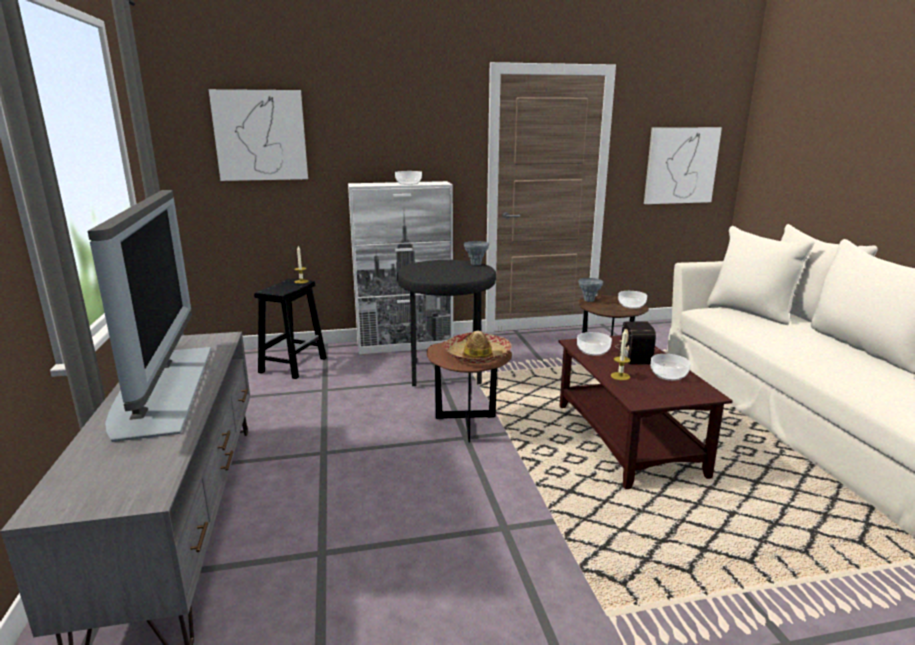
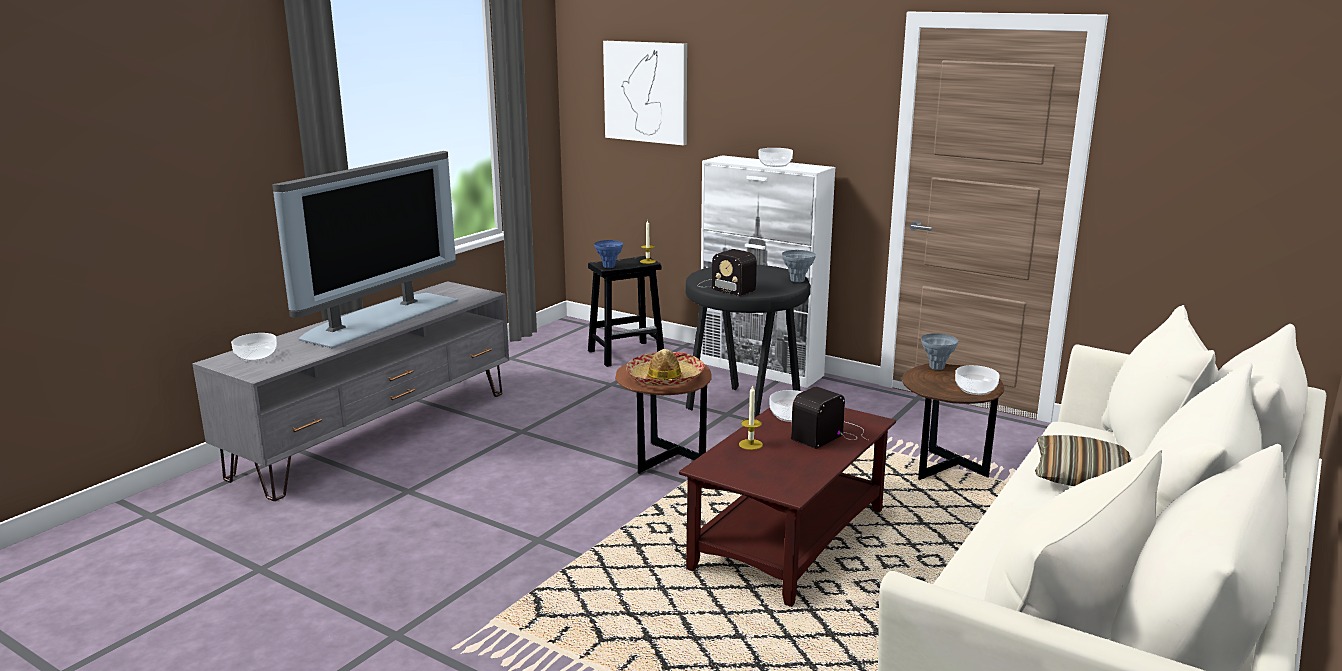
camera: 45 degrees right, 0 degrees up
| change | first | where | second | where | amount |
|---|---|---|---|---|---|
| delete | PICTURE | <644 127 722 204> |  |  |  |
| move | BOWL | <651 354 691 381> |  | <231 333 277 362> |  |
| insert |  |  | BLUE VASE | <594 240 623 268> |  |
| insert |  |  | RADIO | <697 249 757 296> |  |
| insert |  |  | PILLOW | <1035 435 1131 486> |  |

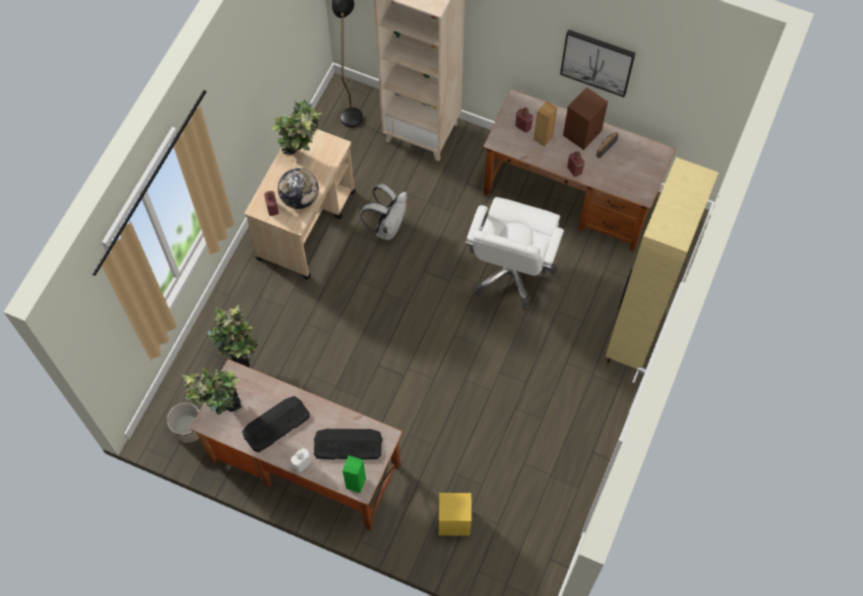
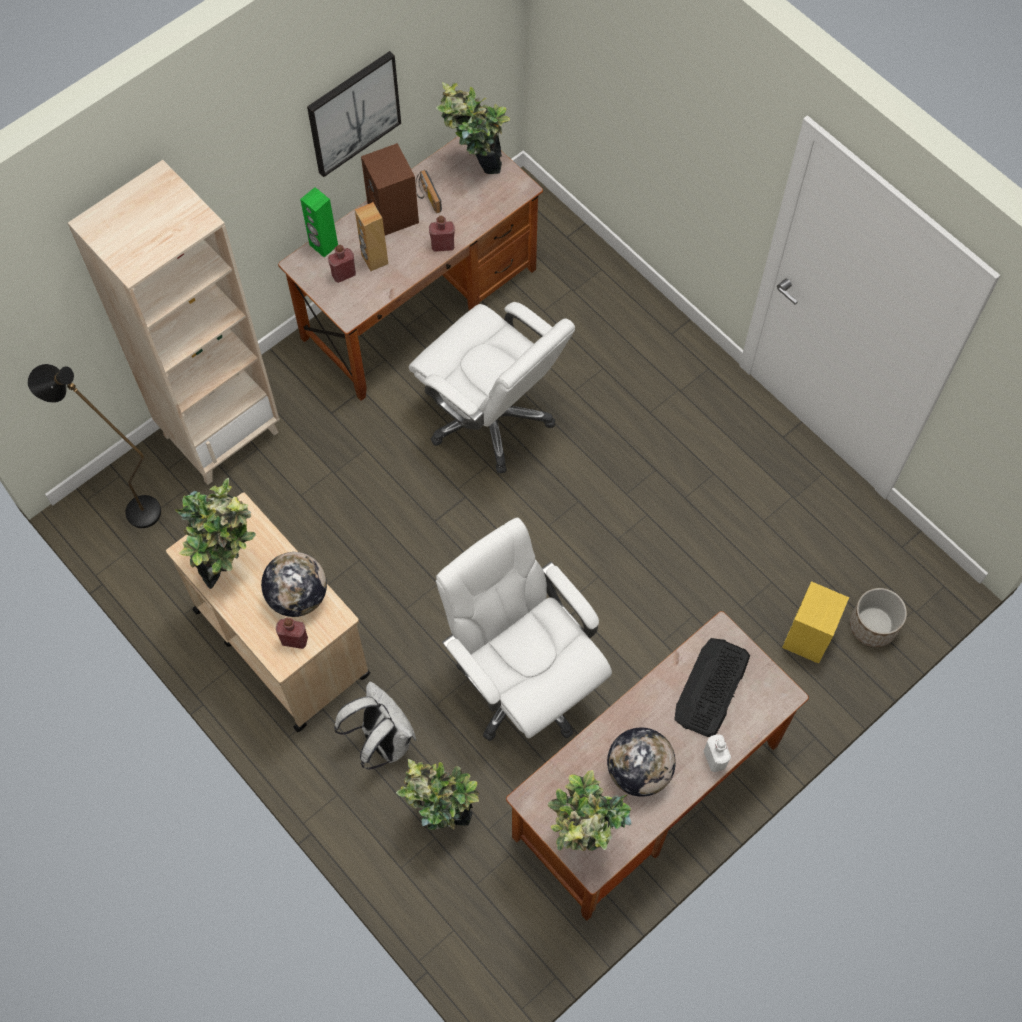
camera: 65 degrees left, 0 degrees up
| change | first | where | second | where | amount |
|---|---|---|---|---|---|
| move | PLANTER | <167 403 199 443> |  | <850 588 907 647> |  |
| replace | KEYBOARD | <242 396 310 453> | GLOBE | <607 727 676 797> |  |
| move | GREEN SPEAKER | <343 455 366 493> |  | <300 187 338 257> |  |
| move | WHITE BACKPACK | <360 183 407 240> |  | <334 681 416 770> |  |
| delete | BEIGE CABINET | <605 157 719 374> |  |  |  |
| insert |  |  | POTTED PLANT | <436 82 510 174> |  |
| insert |  |  | WHITE OFFICE CHAIR | <436 517 612 741> |  |

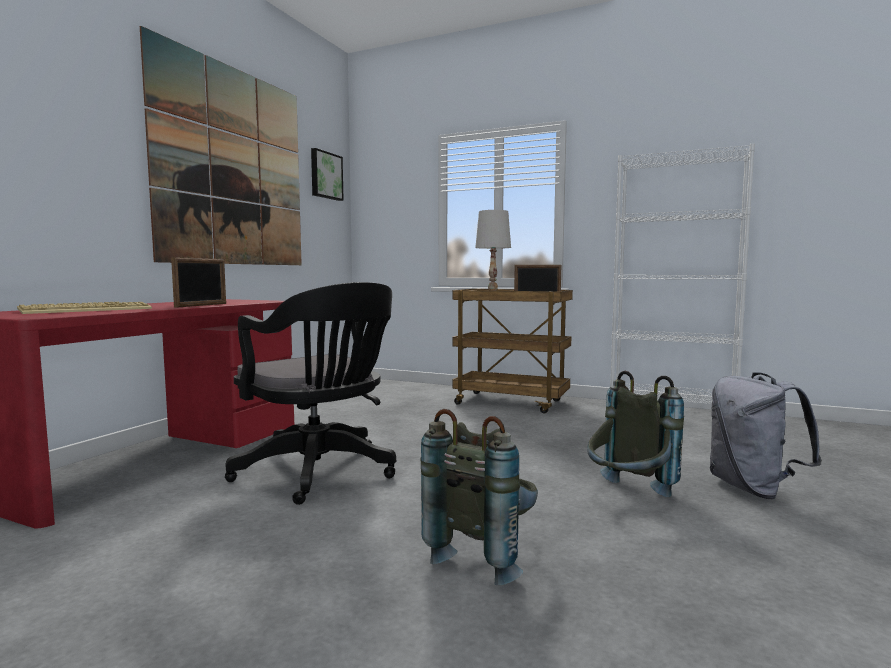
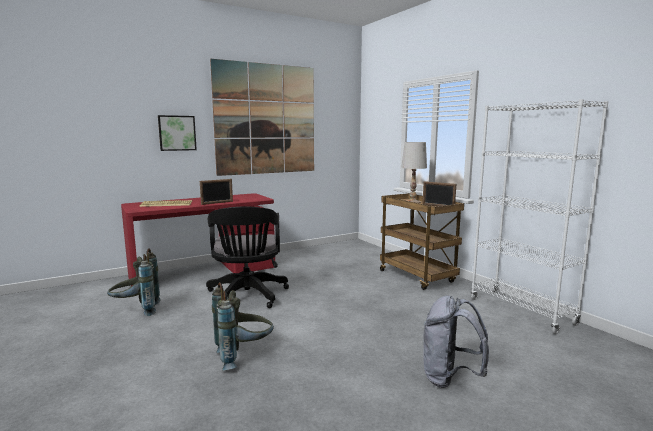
camera: 35 degrees right, 5 degrees up
| change | first | where | second | where | amount |
|---|---|---|---|---|---|
| move | PICTURE | <311 148 344 201> |  | <158 115 197 151> |  |
| move | GREY BACKPACK | <587 371 684 497> |  | <107 248 161 316> |  |

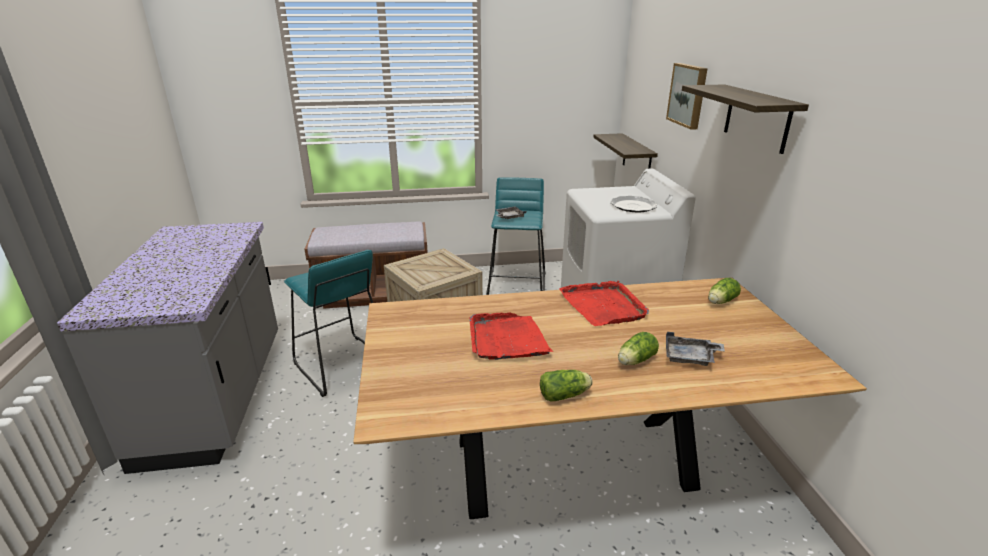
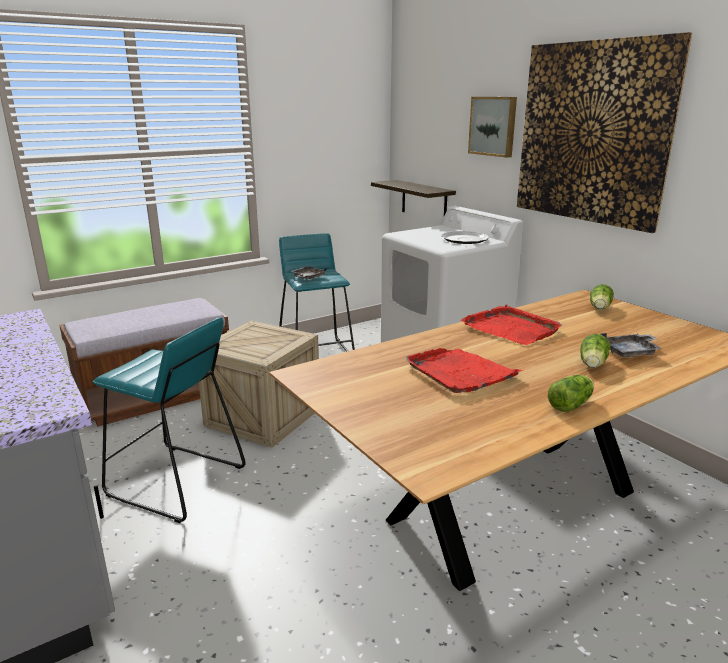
camera: 25 degrees left, 5 degrees down
| change | first | where | second | where | amount |
|---|---|---|---|---|---|
| replace | SHELF | <682 84 809 154> | PICTURE | <517 32 692 233> |  |

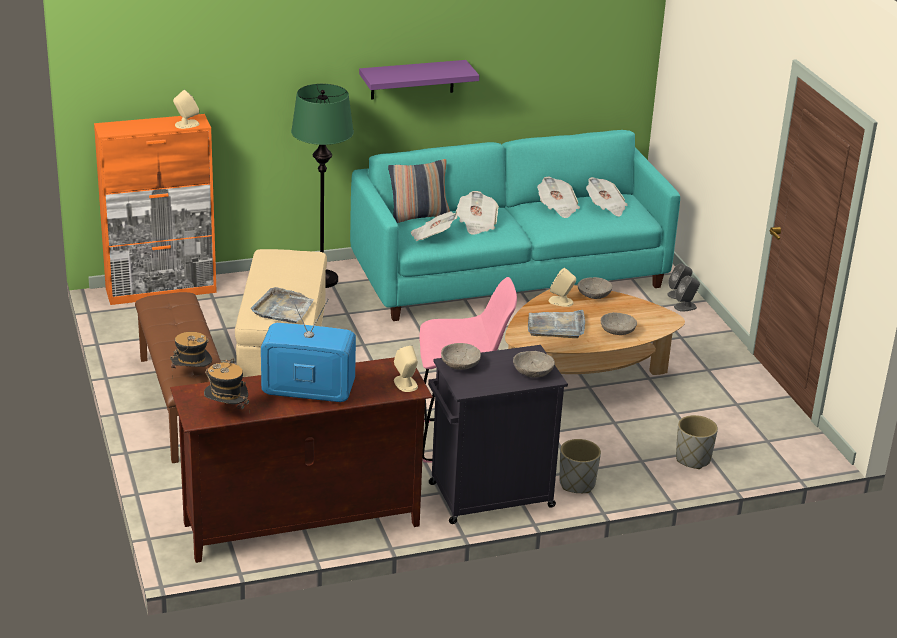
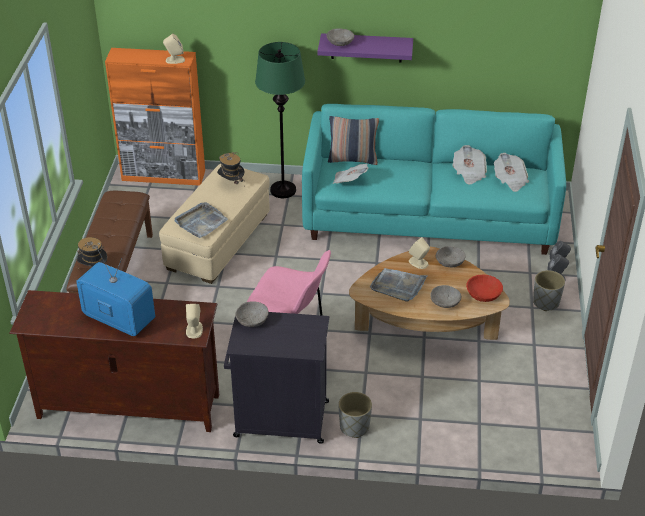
camera: 25 degrees right, 10 degrees up
| change | first | where | second | where | amount |
|---|---|---|---|---|---|
| move | HAT | <204 359 250 412> |  | <217 152 244 184> |  |
| delete | NEWSPAPER | <456 191 499 234> |  |  |  |
| move | GREY BOWL | <513 351 555 378> |  | <327 28 354 46> |  |
| move | GREY PLANTER | <676 415 718 469> |  | <533 270 565 311> |  |
| insert |  |  | RED BOWL | <466 274 503 302> |  |

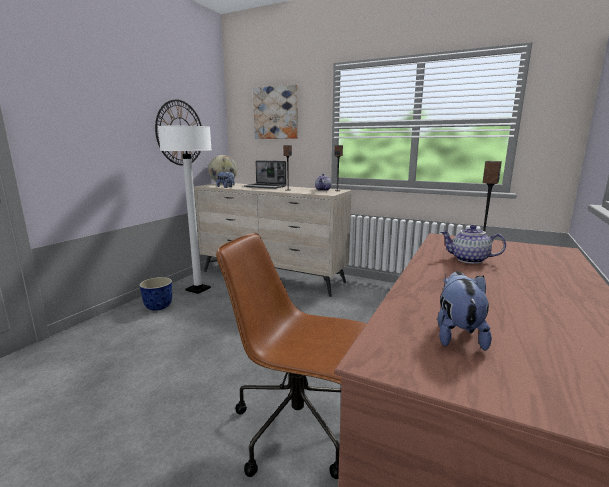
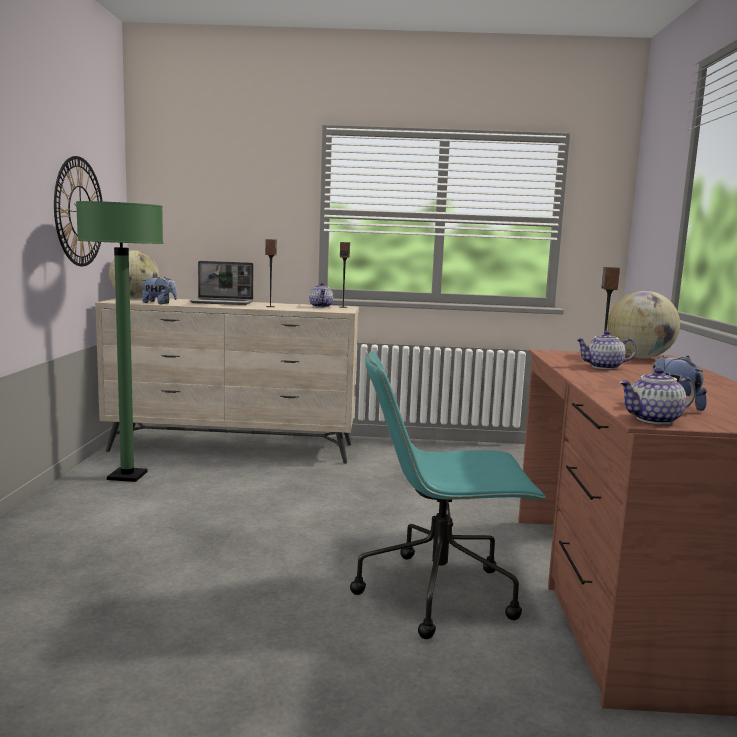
camera: 25 degrees left, 5 degrees down
| change | first | where | second | where | amount |
|---|---|---|---|---|---|
| delete | PLANTER | <139 277 172 311> |  |  |  |
| recolor | WHITE FLOOR LAMP | <158 126 212 294> | GREEN FLOOR LAMP | <76 201 163 482> |  |
| recolor | BROWN OFFICE CHAIR | <216 233 367 479> | TURQUOISE OFFICE CHAIR | <350 351 546 639> |  |
| delete | PICTURE | <253 84 298 139> |  |  |  |
| insert |  |  | GLOBE | <608 291 680 358> |  |
| insert |  |  | TEAPOT | <619 368 696 424> |  |

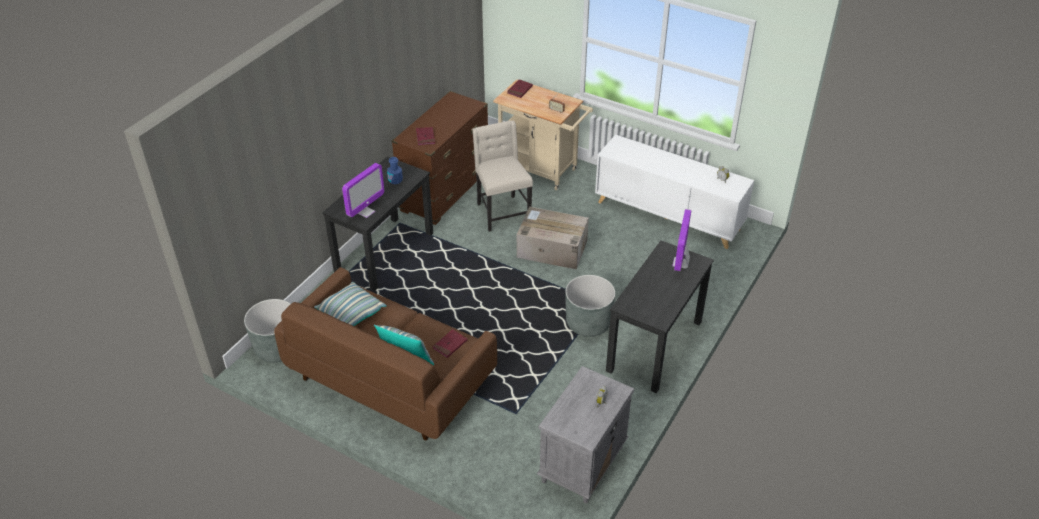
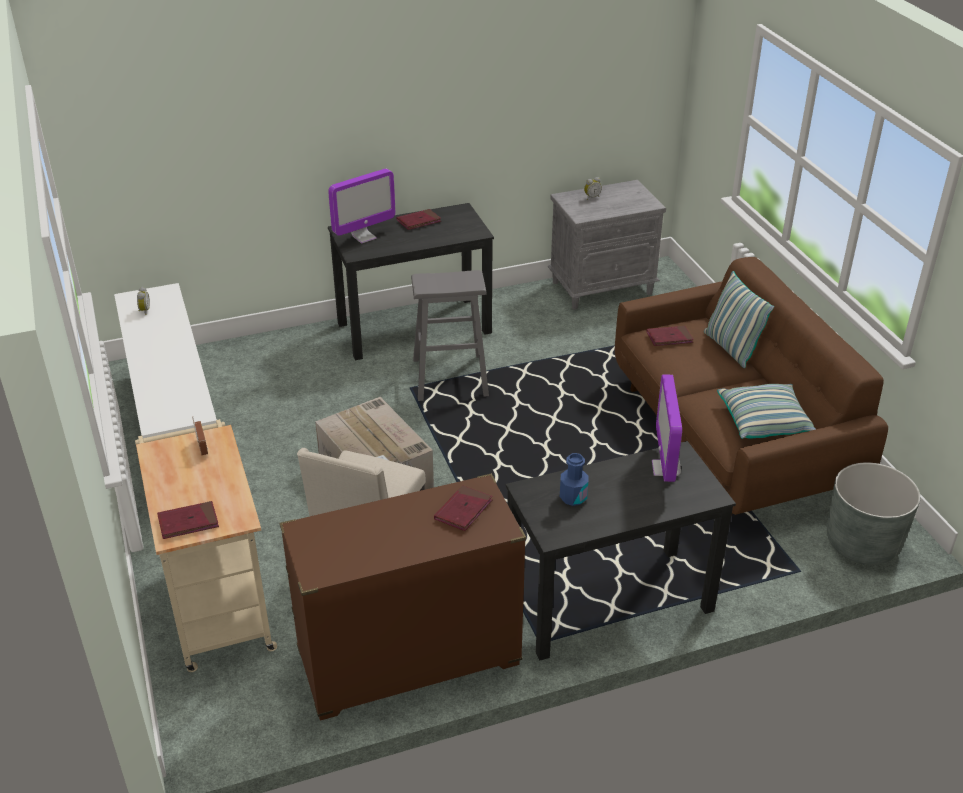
camera: 140 degrees left, 5 degrees down
| change | first | where | second | where | amount |
|---|---|---|---|---|---|
| rotate | MONITOR | <342 163 384 218> |  | <652 375 682 482> | 75 degrees counterclockwise |
| replace | GREY PLANTER | <565 275 615 337> | GREY STOOL | <411 270 489 401> |  |
| insert |  |  | RED BOOK | <397 209 441 230> |  |

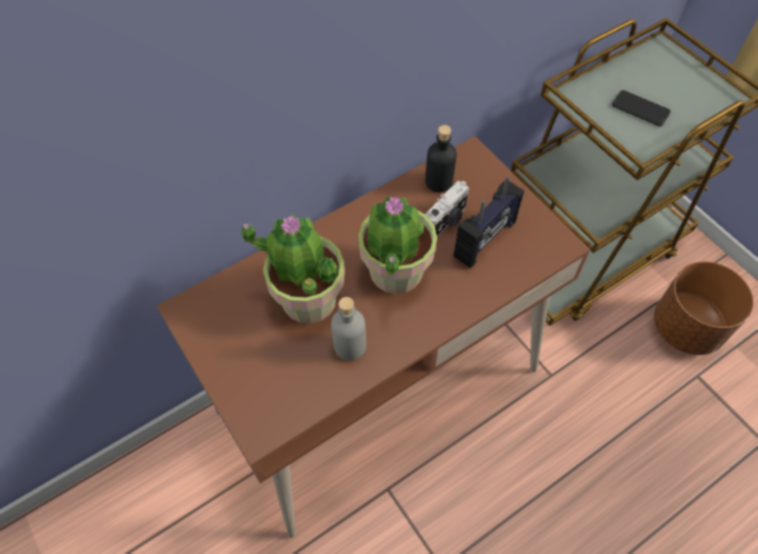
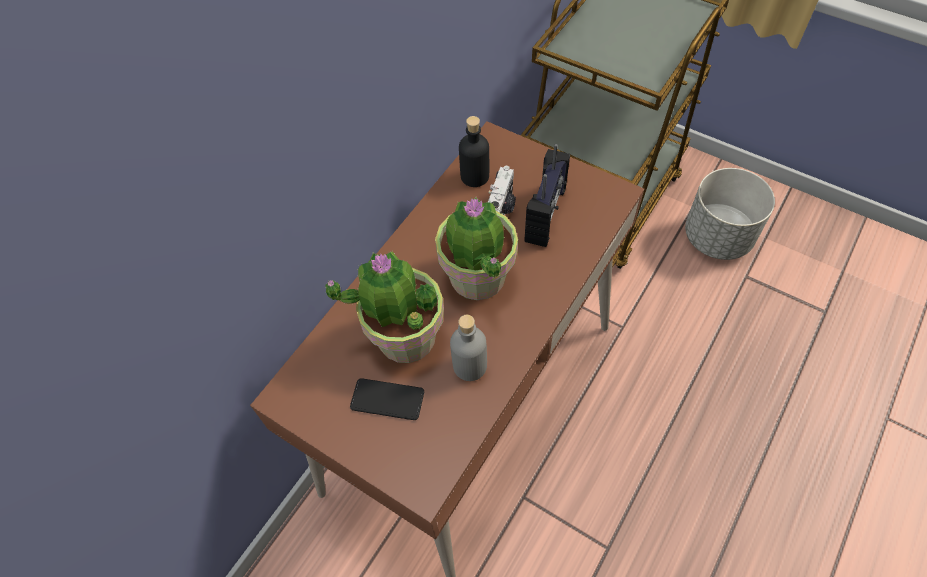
camera: 20 degrees left, 0 degrees up
| change | first | where | second | where | amount |
|---|---|---|---|---|---|
| move | PHONE | <612 90 671 126> |  | <350 378 424 420> |  |
| recolor | BROWN PLANTER | <654 262 754 355> | GREY PLANTER | <685 168 775 260> |  |

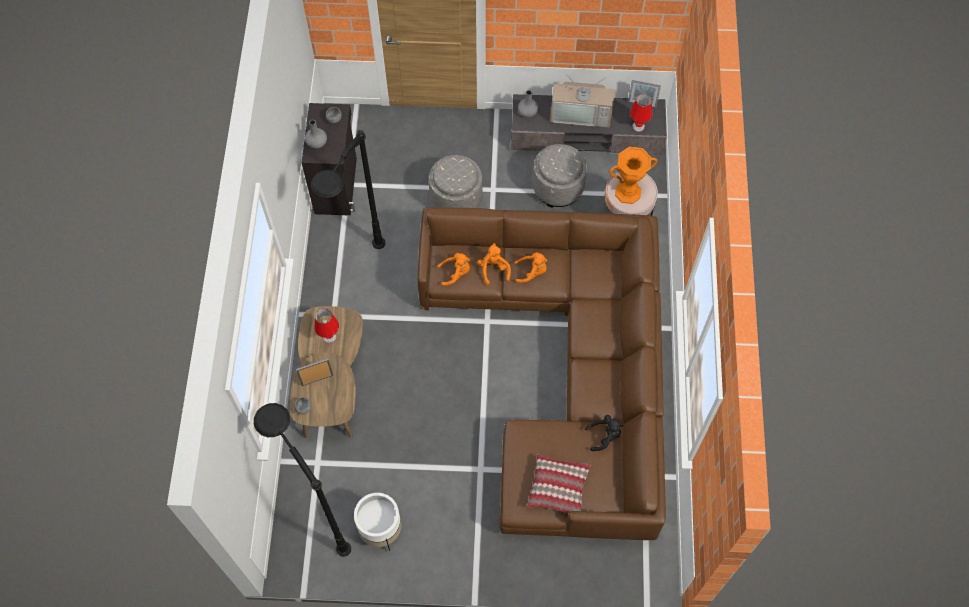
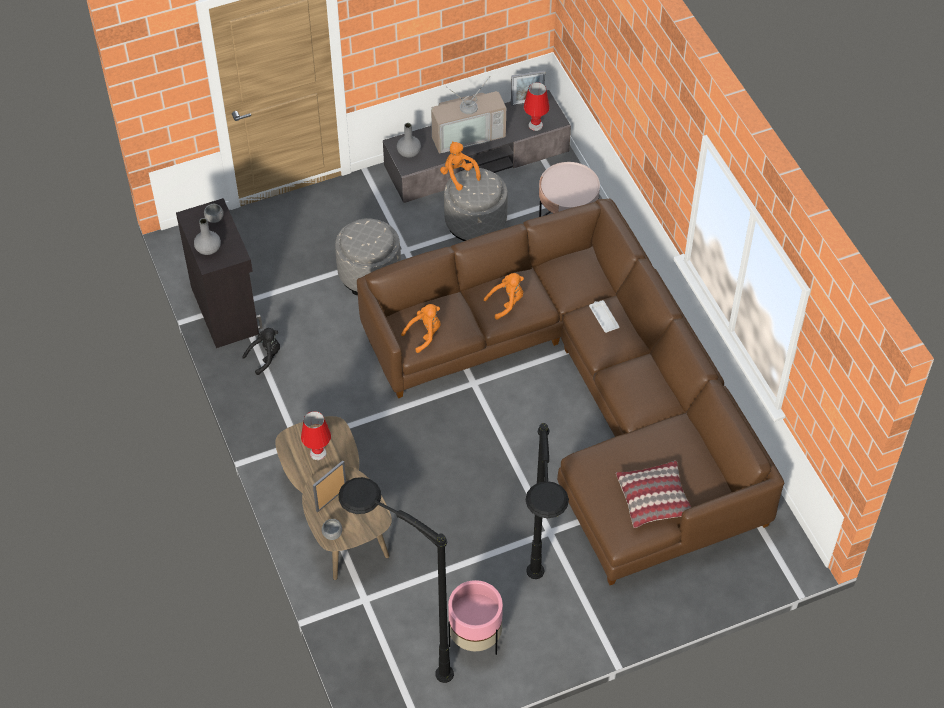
camera: 25 degrees left, 10 degrees down
| change | first | where | second | where | amount |
|---|---|---|---|---|---|
| move | BLACK FLOOR LAMP | <311 130 386 249> |  | <526 423 569 579> |  |
| recolor | WHITE PLANTER | <354 493 402 551> | PINK PLANTER | <448 580 503 655> |  |
| move | ORANGE PLUSH TOY | <477 243 511 285> |  | <440 141 481 191> |  |
| move | BLACK PLUSH TOY | <585 415 623 451> |  | <242 328 280 375> |  |
| delete | ORANGE VASE | <609 147 658 204> |  |  |  |
| insert |  |  | WHITE TRAY | <589 300 620 333> |  |

